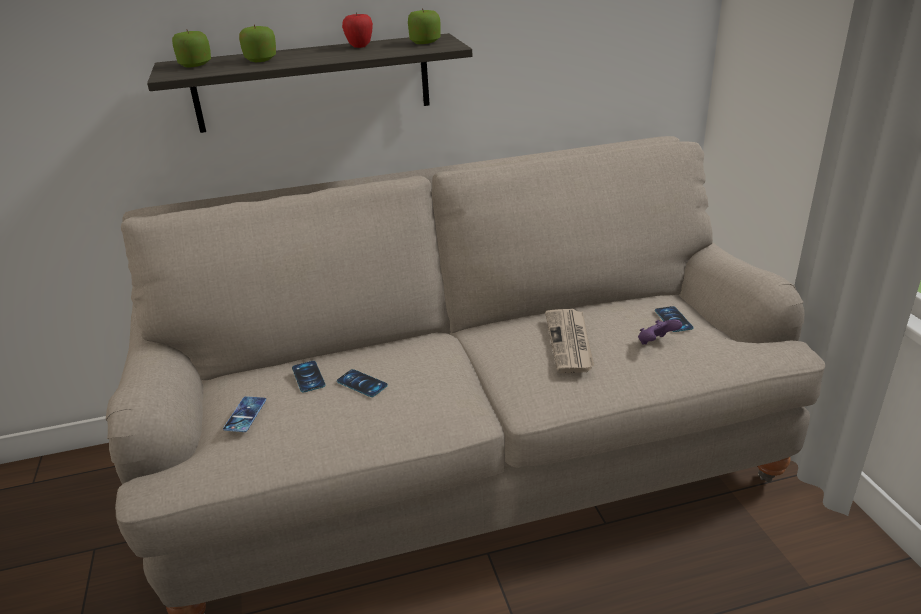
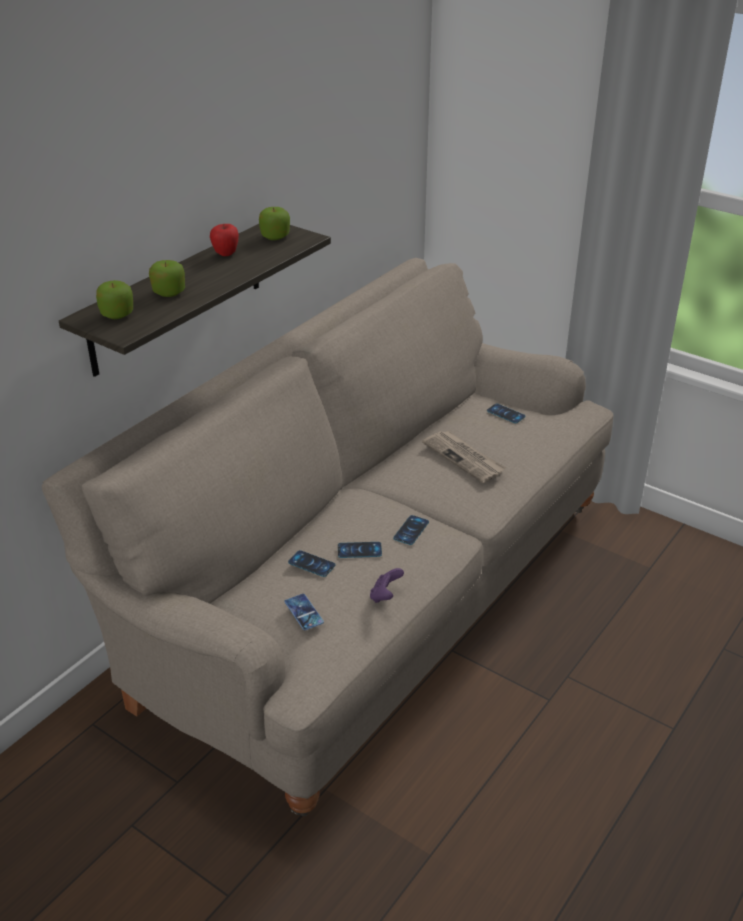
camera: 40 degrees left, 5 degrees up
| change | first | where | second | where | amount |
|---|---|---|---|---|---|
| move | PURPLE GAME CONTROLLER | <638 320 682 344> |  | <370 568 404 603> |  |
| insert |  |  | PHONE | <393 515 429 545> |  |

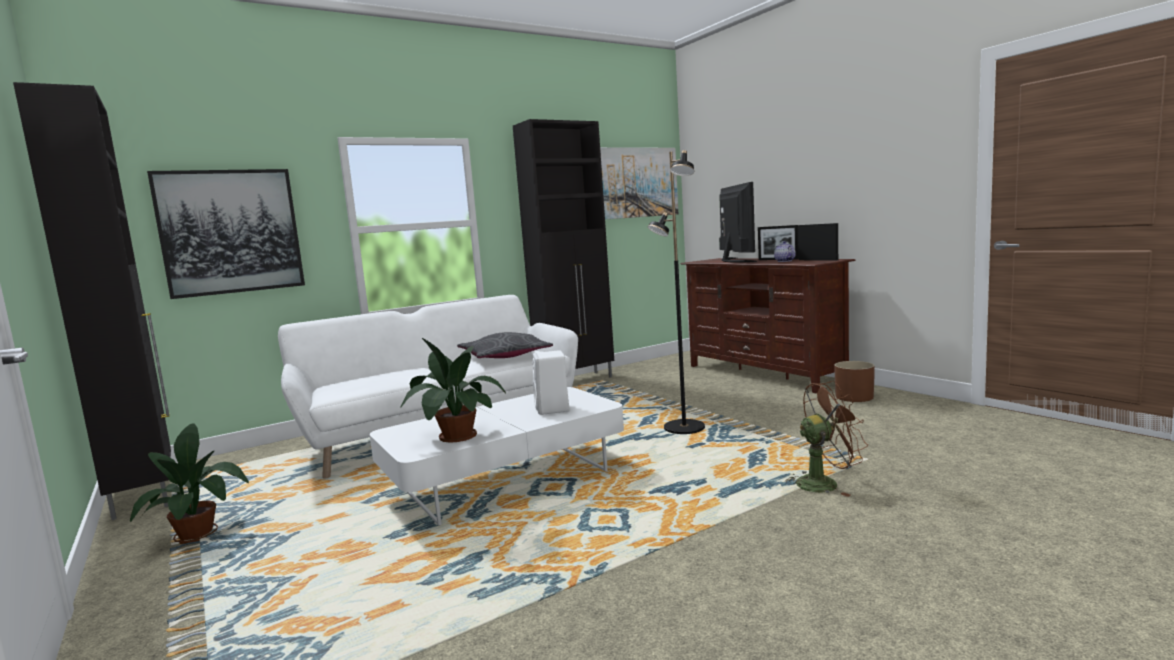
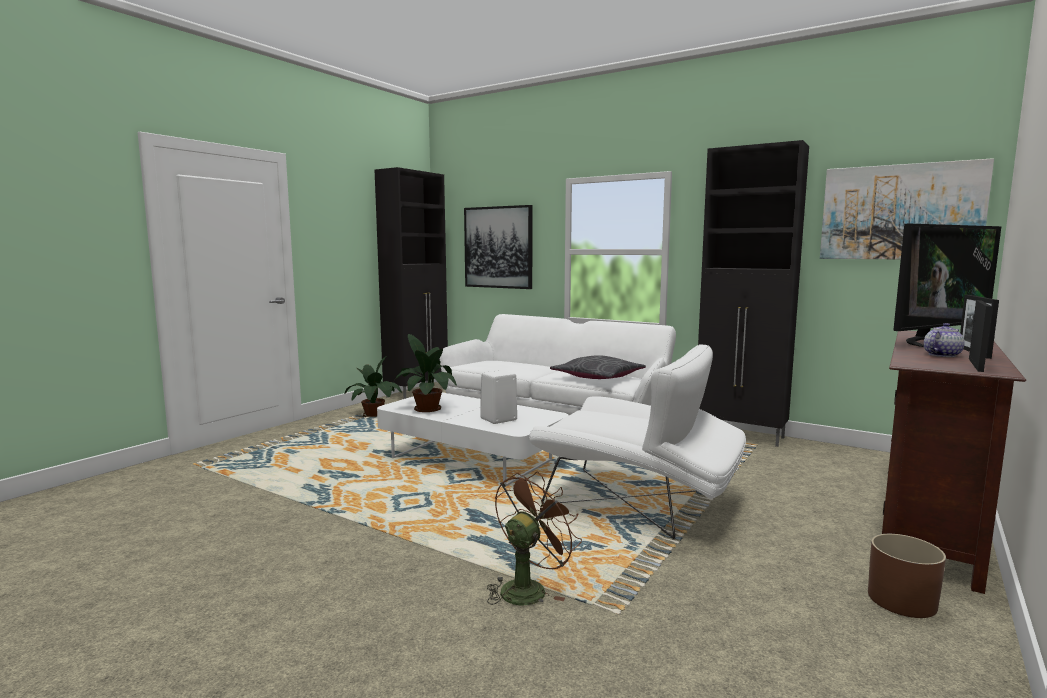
camera: 65 degrees right, 0 degrees up
| change | first | where | second | where | amount |
|---|---|---|---|---|---|
| replace | BLACK FLOOR LAMP | <647 150 705 434> | WHITE ARMCHAIR | <529 344 746 539> |  |
| rotate | BROWN FAN | <786 381 868 497> |  | <487 472 582 605> | 105 degrees counterclockwise |

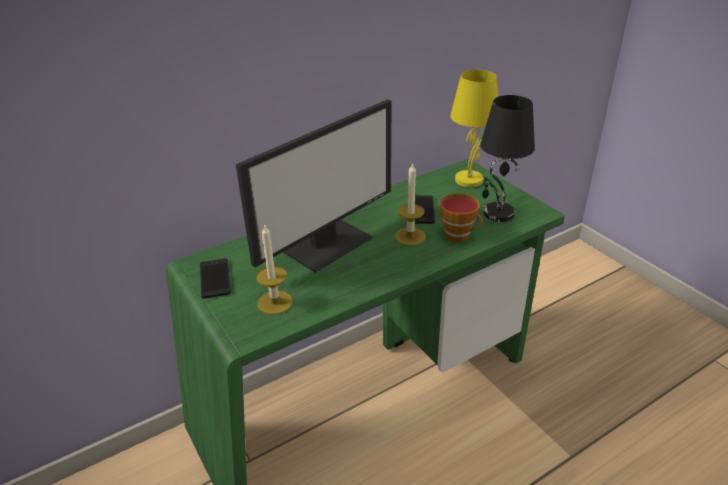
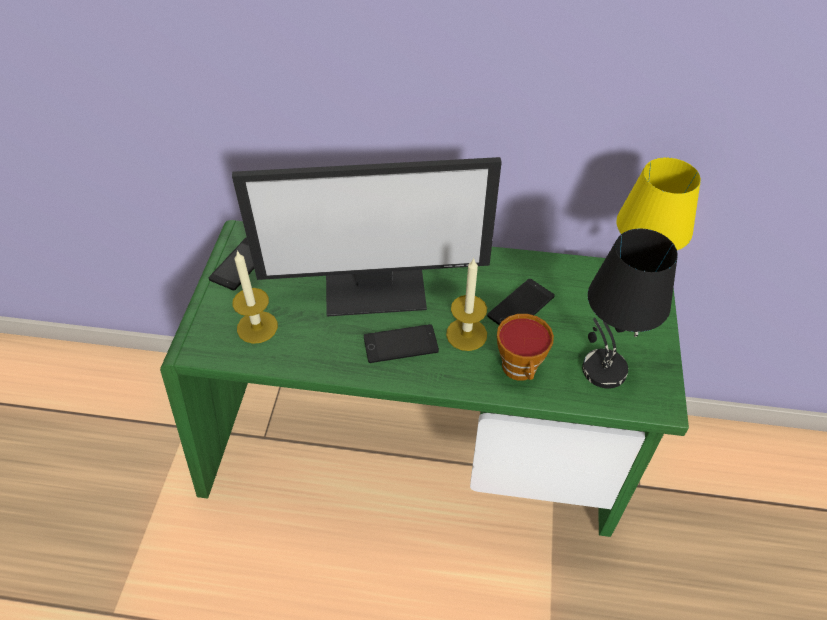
camera: 40 degrees right, 15 degrees up
| change | first | where | second | where | amount |
|---|---|---|---|---|---|
| insert |  |  | PHONE | <364 324 439 363> |  |

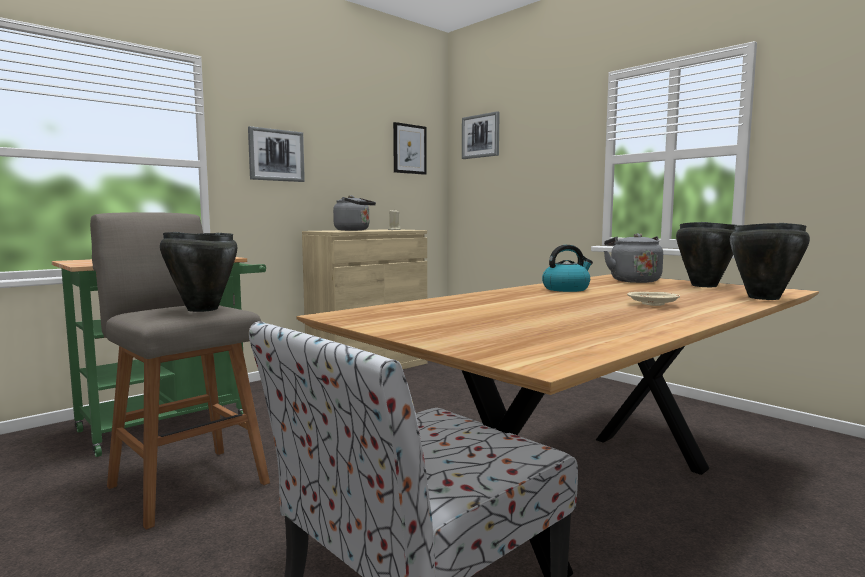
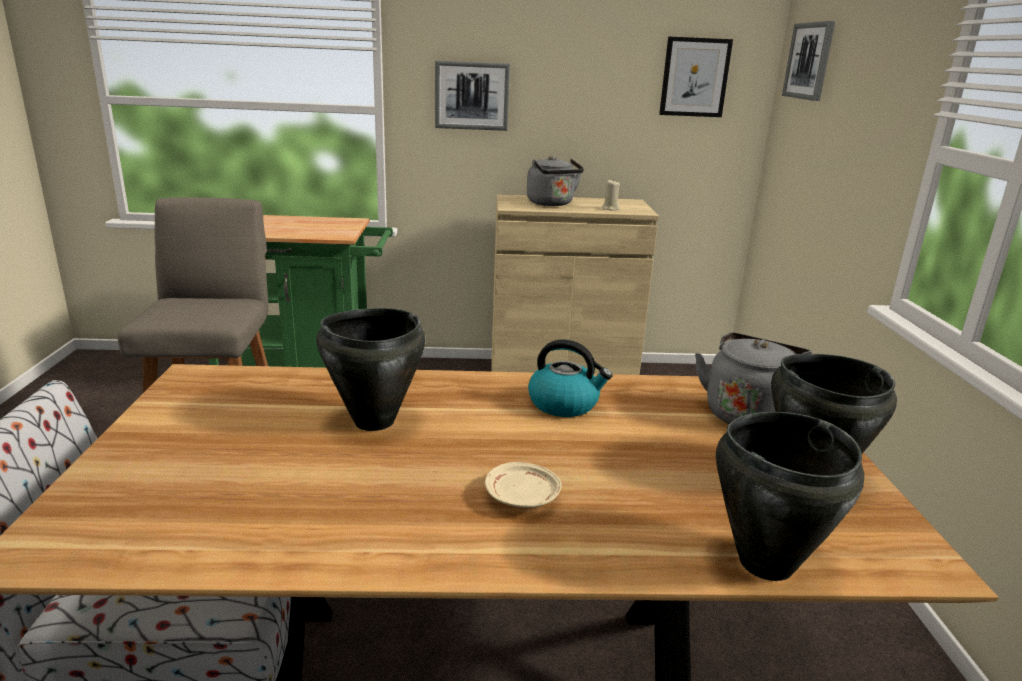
camera: 40 degrees right, 15 degrees up
| change | first | where | second | where | amount |
|---|---|---|---|---|---|
| move | BLACK COOKING POT | <160 232 238 312> |  | <316 308 426 431> |  |

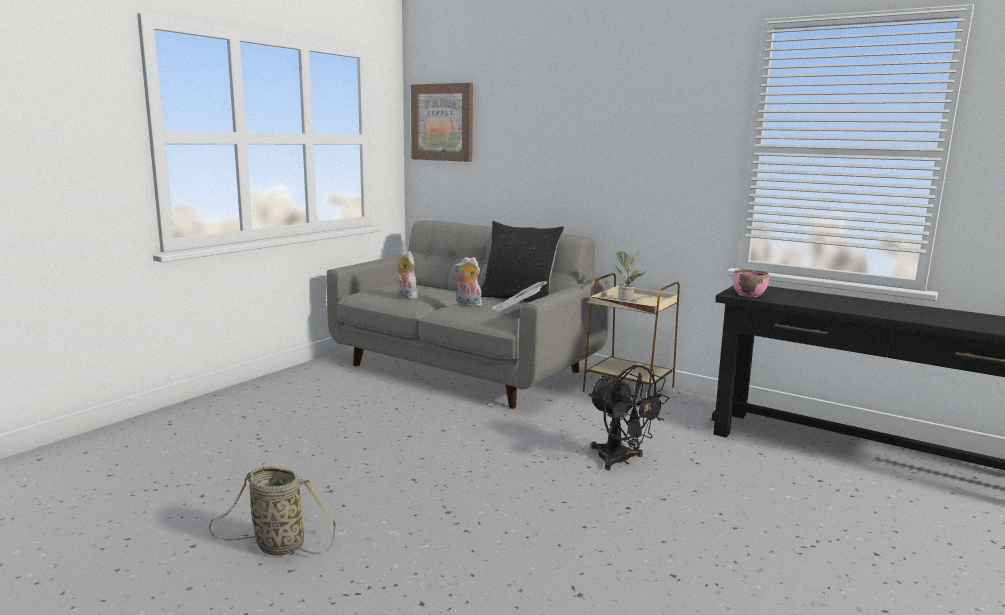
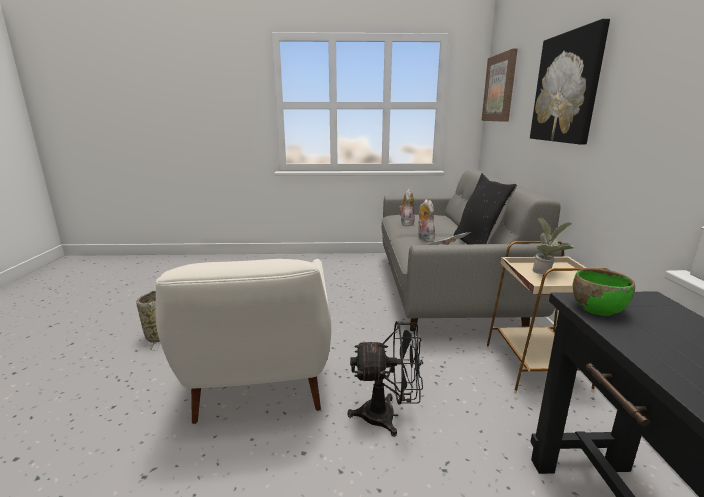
camera: 55 degrees right, 5 degrees up
| change | first | where | second | where | amount |
|---|---|---|---|---|---|
| rotate | BLACK FAN | <588 365 669 470> |  | <347 321 423 437> | 105 degrees counterclockwise |
| recolor | PINK BOWL | <733 269 769 297> | GREEN BOWL | <572 268 635 316> |  |
| insert |  |  | WHITE ARMCHAIR | <156 259 331 424> |  |
| insert |  |  | PICTURE | <530 19 610 145> |  |

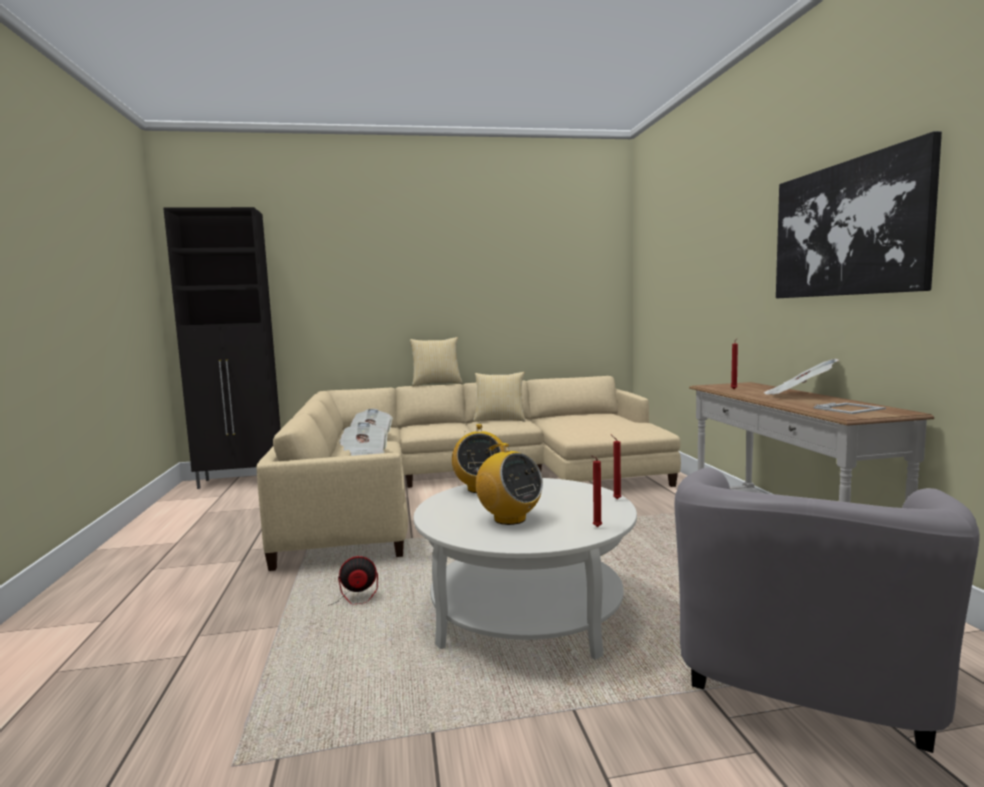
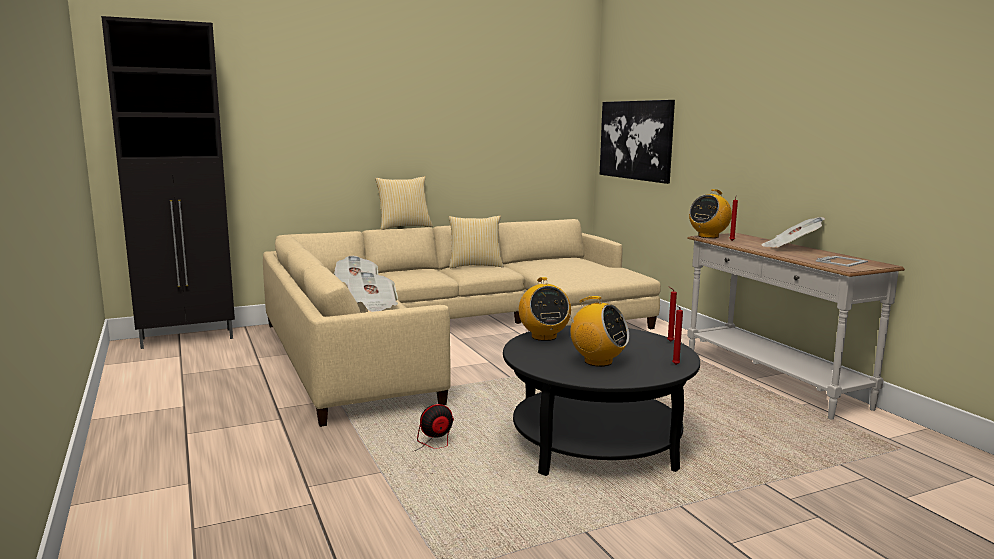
camera: 15 degrees left, 5 degrees up
| change | first | where | second | where | amount |
|---|---|---|---|---|---|
| recolor | WHITE COFFEE TABLE | <413 478 637 660> | BLACK COFFEE TABLE | <503 325 700 476> |  |
| delete | GREY ARMCHAIR | <675 468 980 753> |  |  |  |
| move | PICTURE | <776 131 942 298> |  | <600 100 675 184> |  |
| insert |  |  | RADIO | <689 189 732 238> |  |

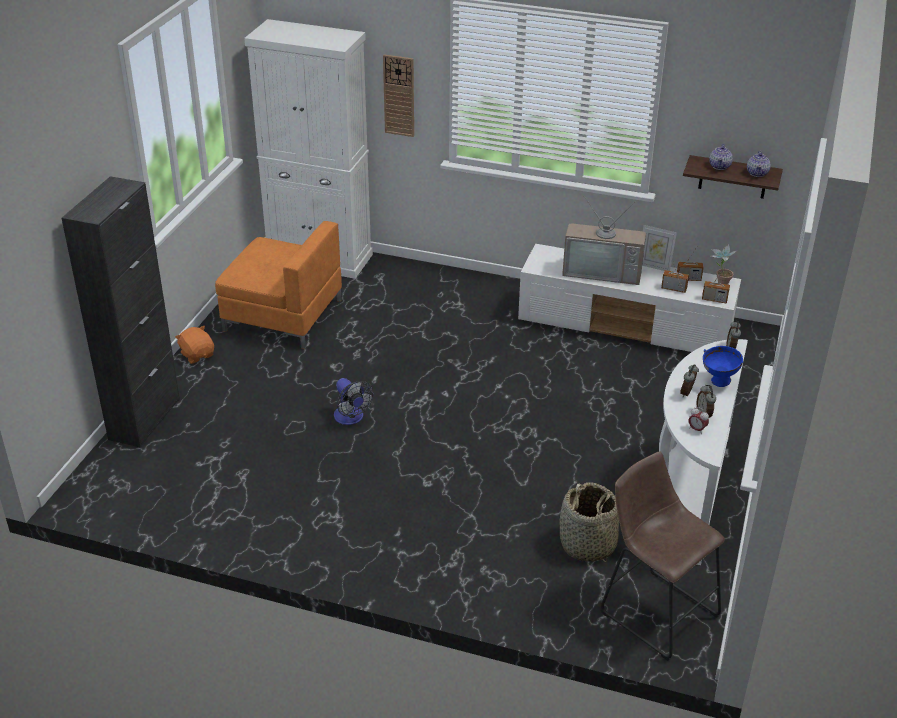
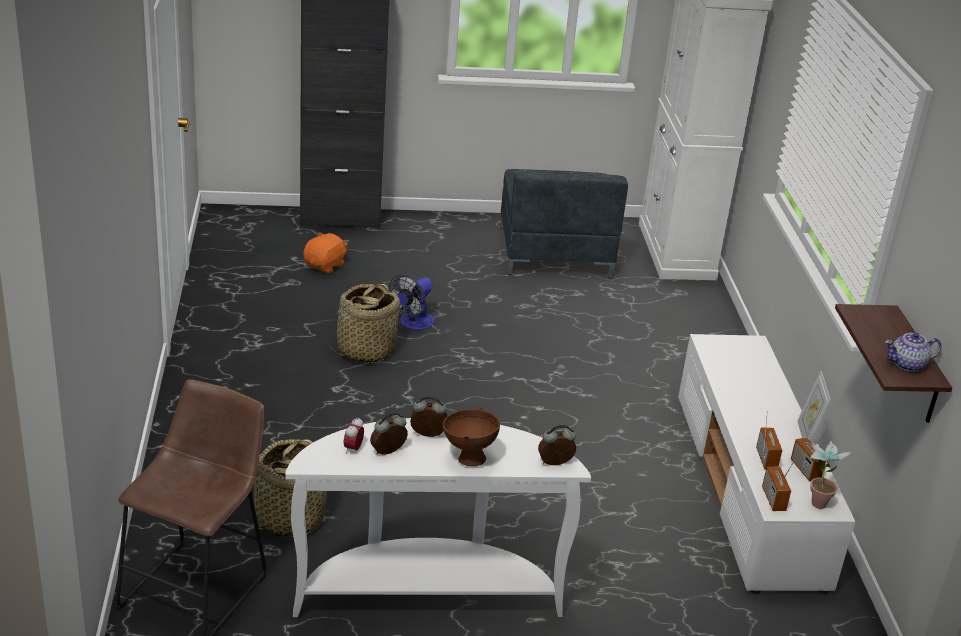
camera: 65 degrees right, 5 degrees down
| change | first | where | second | where | amount |
|---|---|---|---|---|---|
| move | ORANGE PLUSH TOY | <175 326 214 364> |  | <303 232 348 274> |  |
| recolor | ORANGE ARMCHAIR | <215 221 342 349> | GREY ARMCHAIR | <500 169 628 278> |  |
| delete | WALL CLOCK | <383 54 414 137> |  |  |  |
| delete | TELEVISION | <562 196 646 285> |  |  |  |
| recolor | BLUE BOWL | <703 346 743 387> | BROWN BOWL | <443 406 500 466> |  |
| delete | TEAPOT | <709 144 733 170> |  |  |  |
| insert |  |  | BASKET | <327 284 400 363> |  |

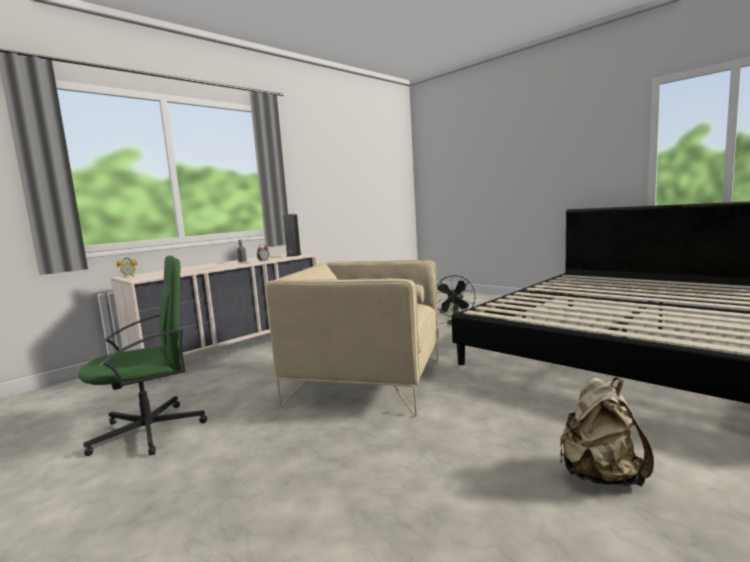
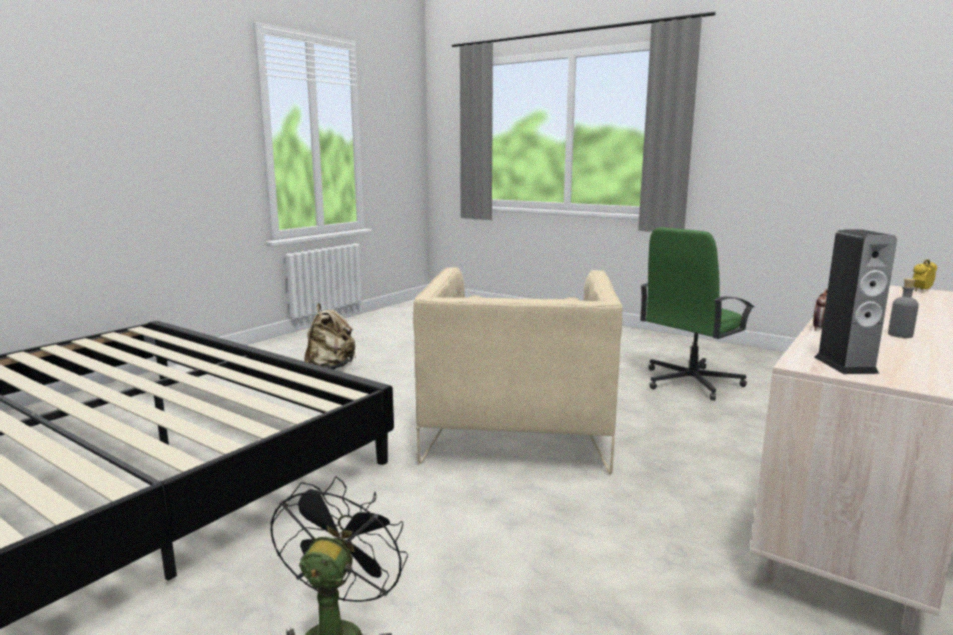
camera: 170 degrees right, 5 degrees up
| change | first | where | second | where | amount |
|---|---|---|---|---|---|
| rotate | BEIGE ARMCHAIR | <265 260 439 417> |  | <413 267 623 474> | 90 degrees clockwise |

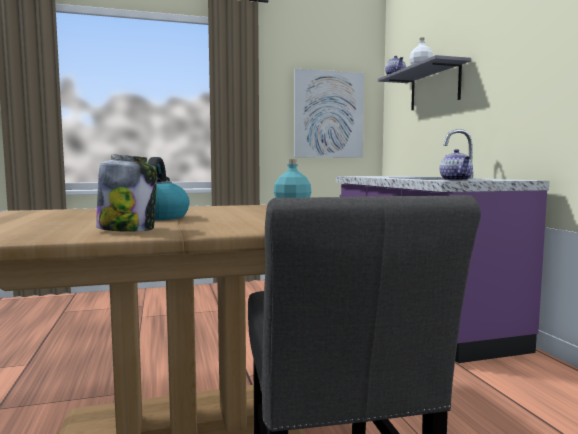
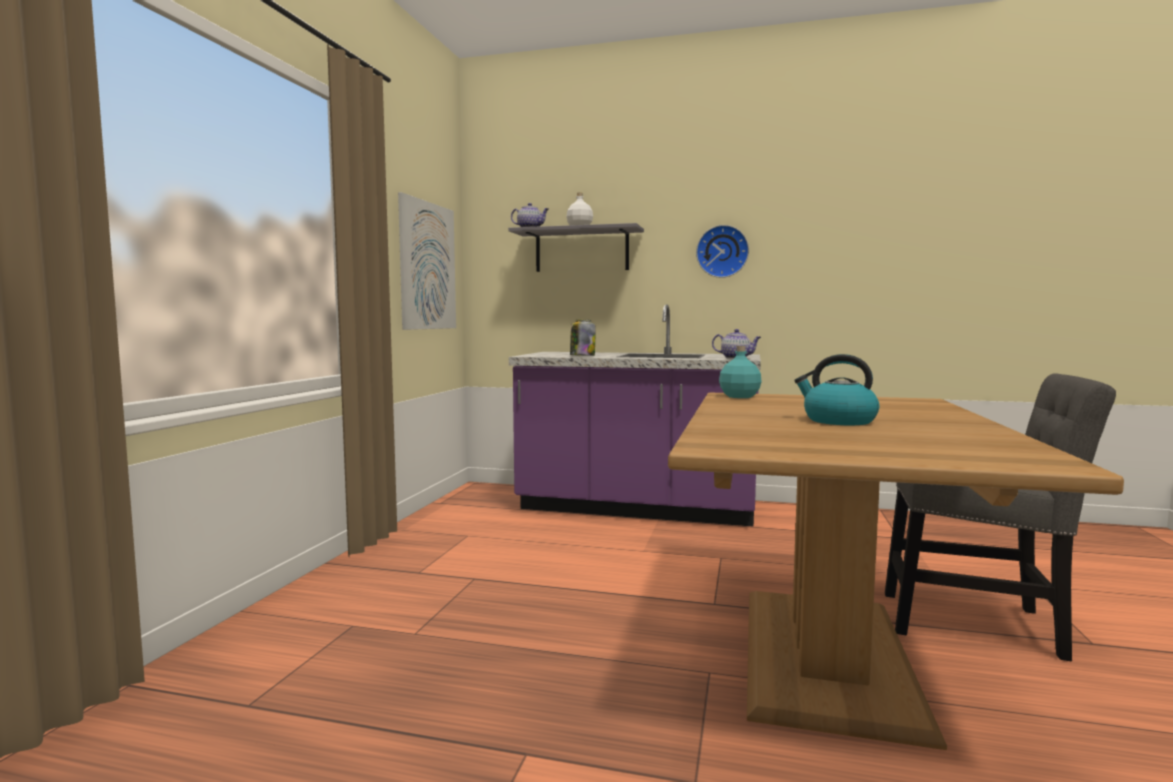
camera: 60 degrees left, 0 degrees up
| change | first | where | second | where | amount |
|---|---|---|---|---|---|
| move | JAR | <96 154 157 232> |  | <570 319 596 356> |  |
| insert |  |  | WALL CLOCK | <696 225 749 278> |  |

